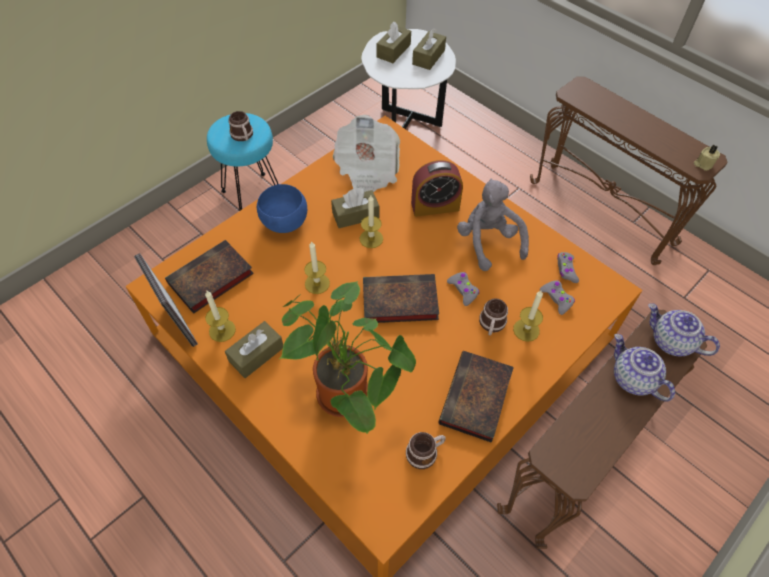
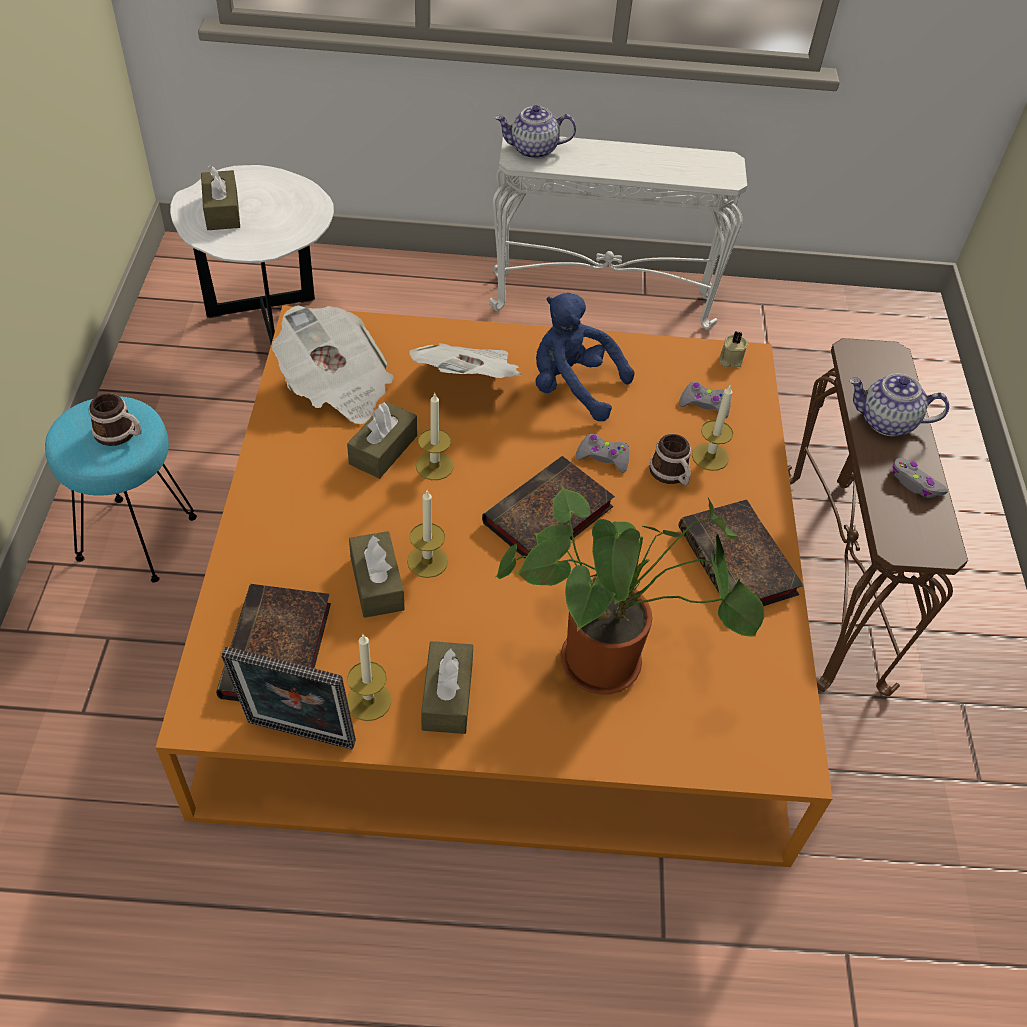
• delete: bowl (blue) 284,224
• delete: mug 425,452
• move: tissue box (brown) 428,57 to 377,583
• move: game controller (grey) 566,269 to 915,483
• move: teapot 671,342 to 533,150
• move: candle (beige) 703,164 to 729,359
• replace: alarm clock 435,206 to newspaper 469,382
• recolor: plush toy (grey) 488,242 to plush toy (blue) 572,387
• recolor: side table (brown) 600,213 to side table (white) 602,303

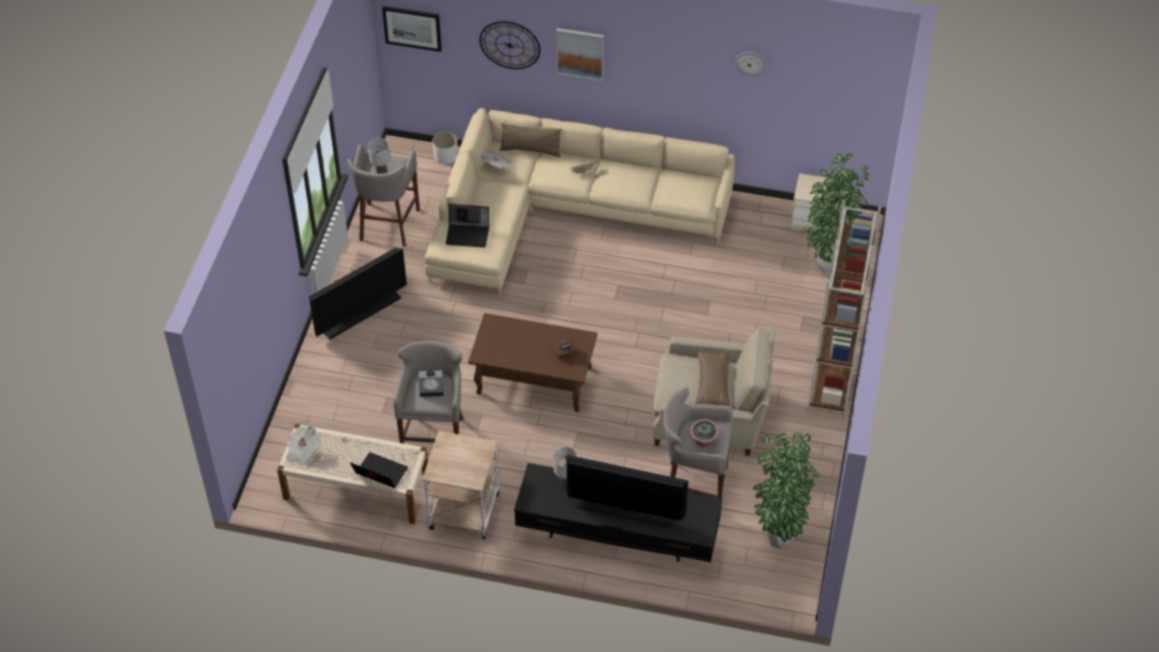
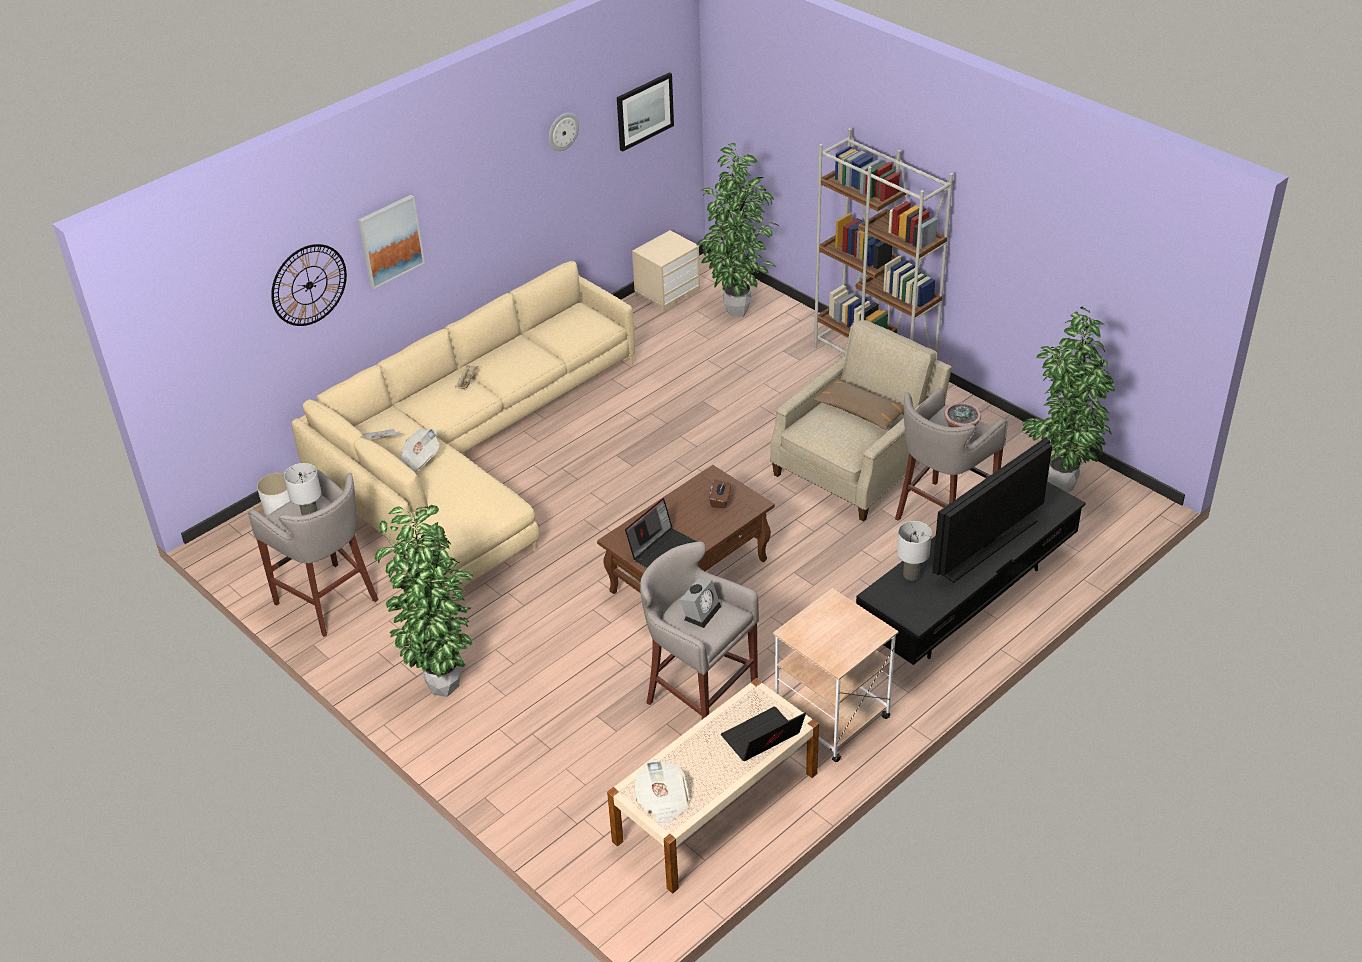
• delete: pillow (brown) 531,150
• insert: newspaper 418,460
• move: picture 412,28 to 644,111
• move: laptop 468,234 to 664,550
• replace: television 361,314 to potted plant 442,684

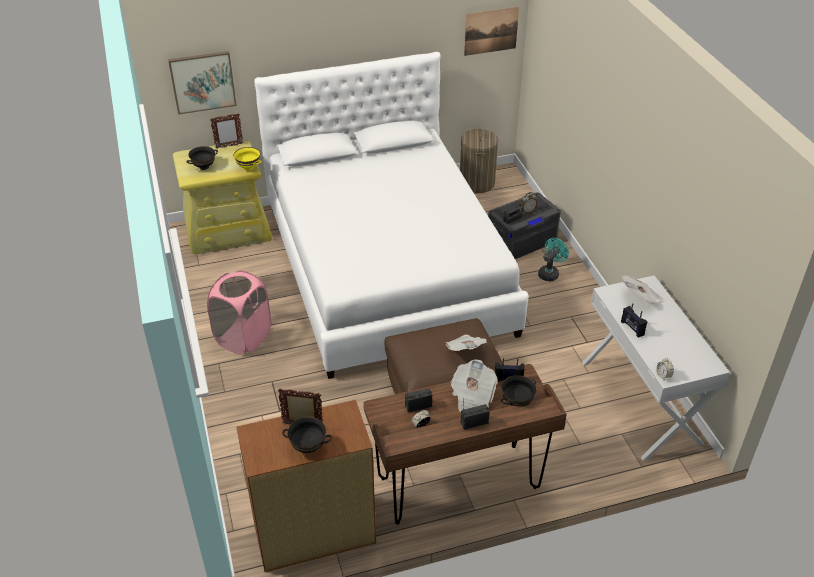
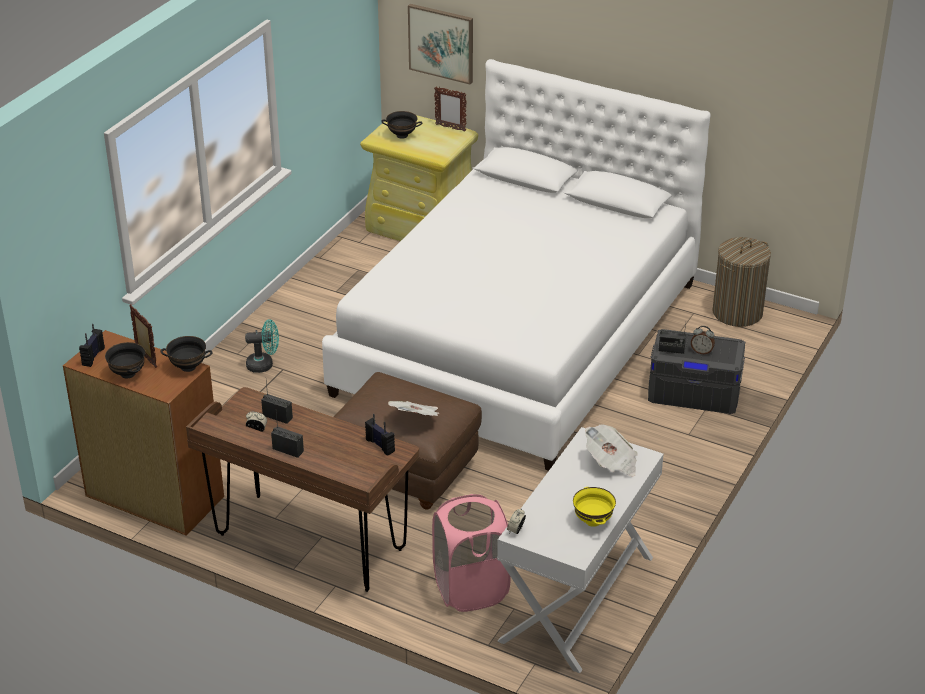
• delete: newspaper 472,396
• delete: picture 491,31
• move: laundry basket (pink) 243,338 to 471,589
• move: bowl (yellow) 249,168 to 593,521
• move: bowl (black) 517,402 to 188,367
• move: fan (turquoise) 550,273 to 264,365
• move: radio 632,328 to 93,356

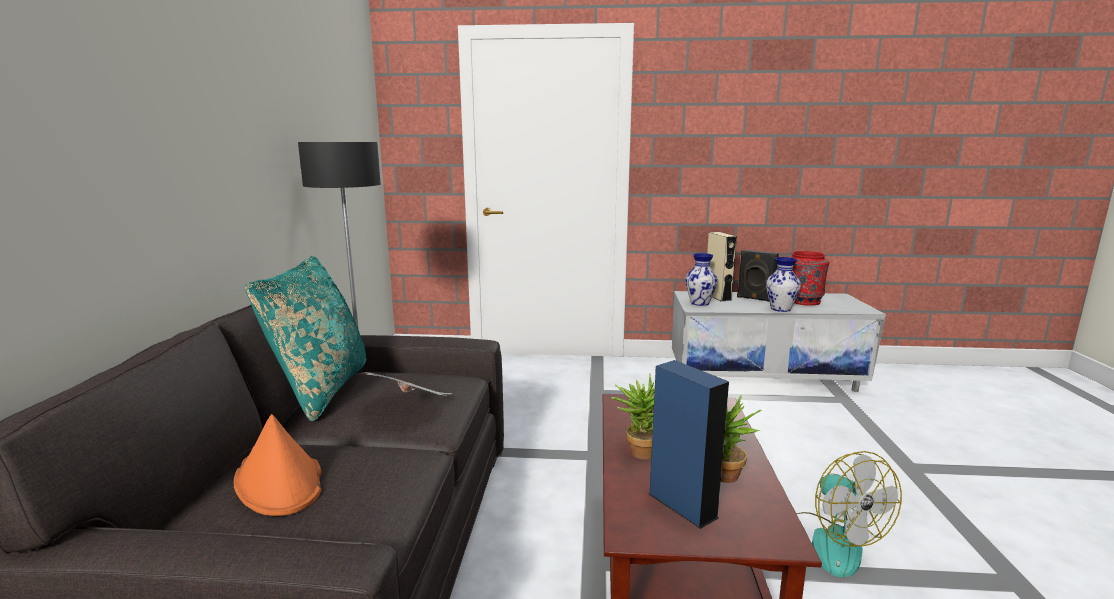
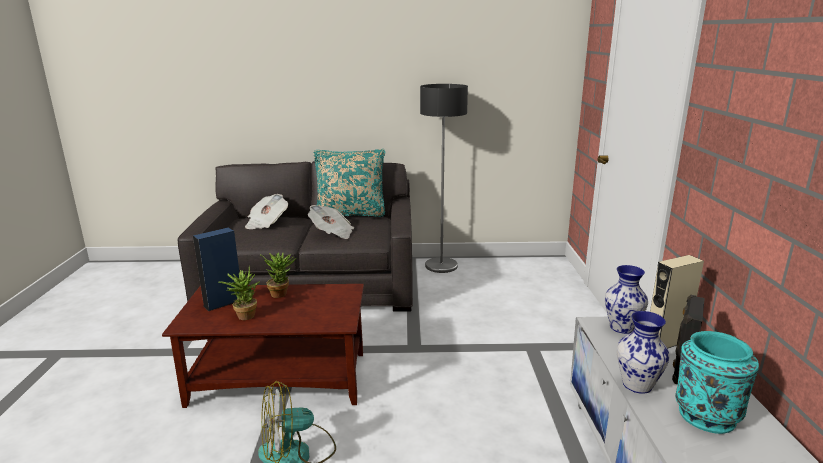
• replace: hat (orange) 279,481 to newspaper 266,223
• recolor: vase (red) 803,301 to vase (turquoise) 705,415

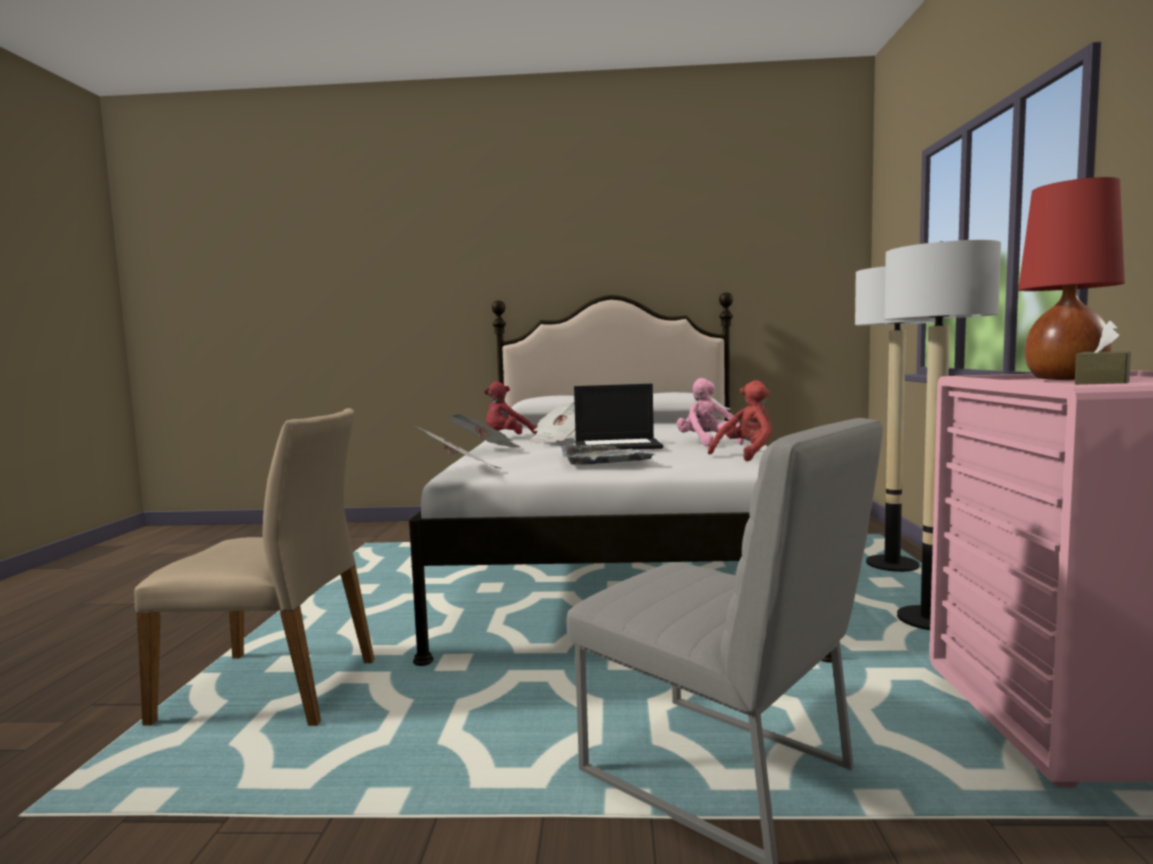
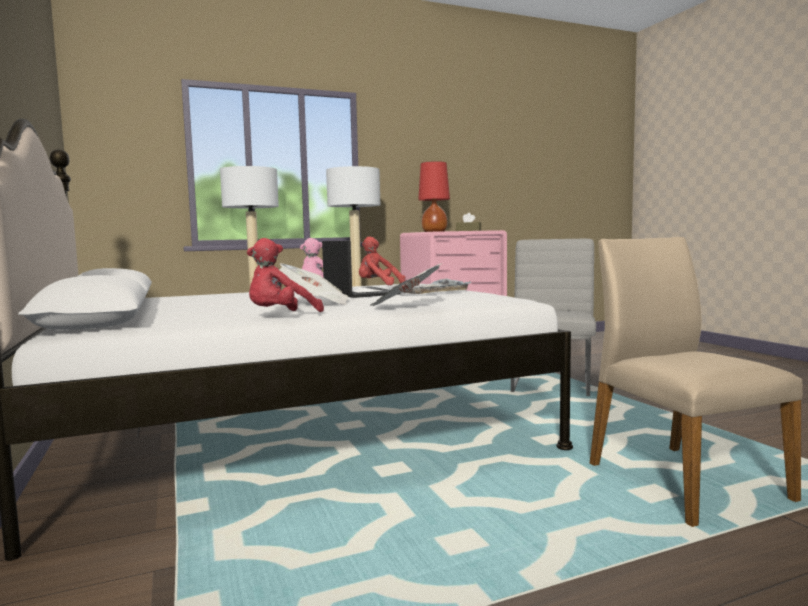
• delete: newspaper 458,470
• rotate: plush toy (red) 508,438 = 280,316 105 degrees clockwise

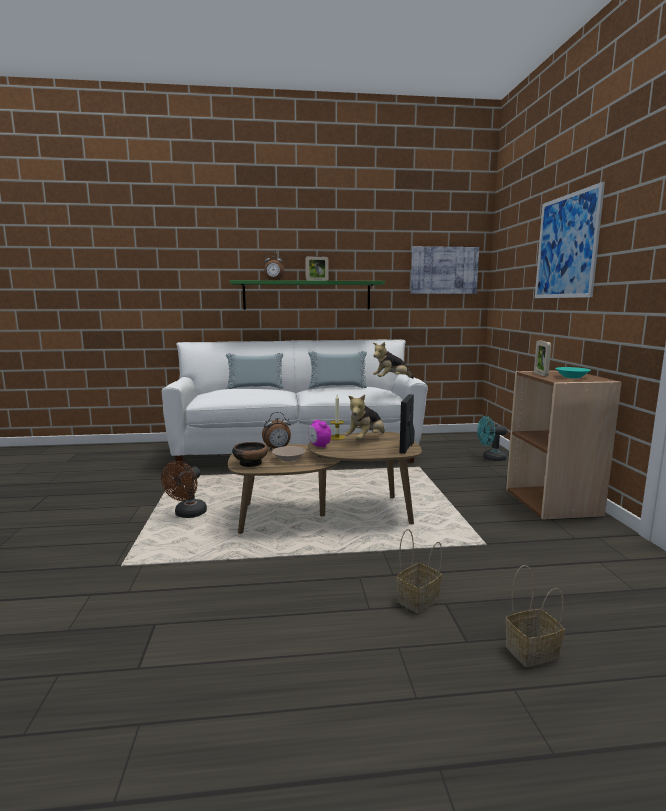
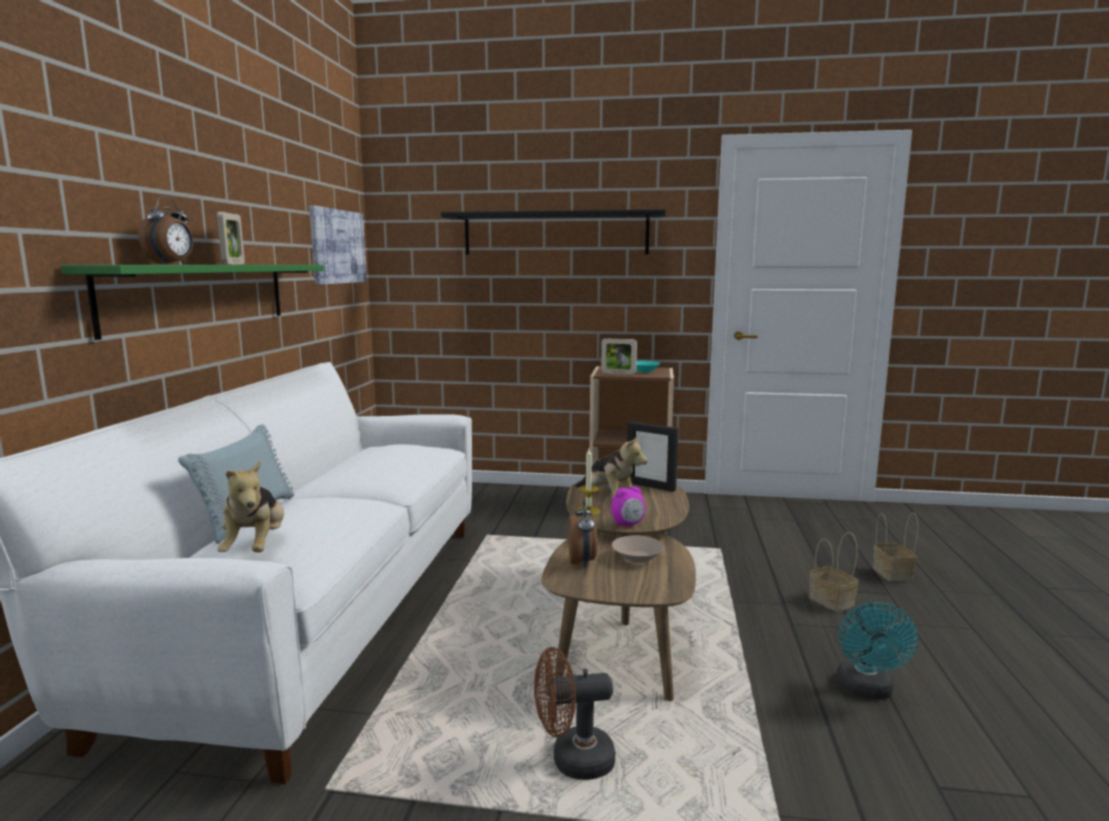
• delete: bowl 250,463
• delete: pillow (blue) 337,387
• move: plush toy 391,380 to 256,547
• move: fan (turquoise) 490,458 to 867,691
• replace: picture 566,247 to shelf (black) 555,234
• rotate: fan (brown) 187,514 = 573,760 135 degrees clockwise

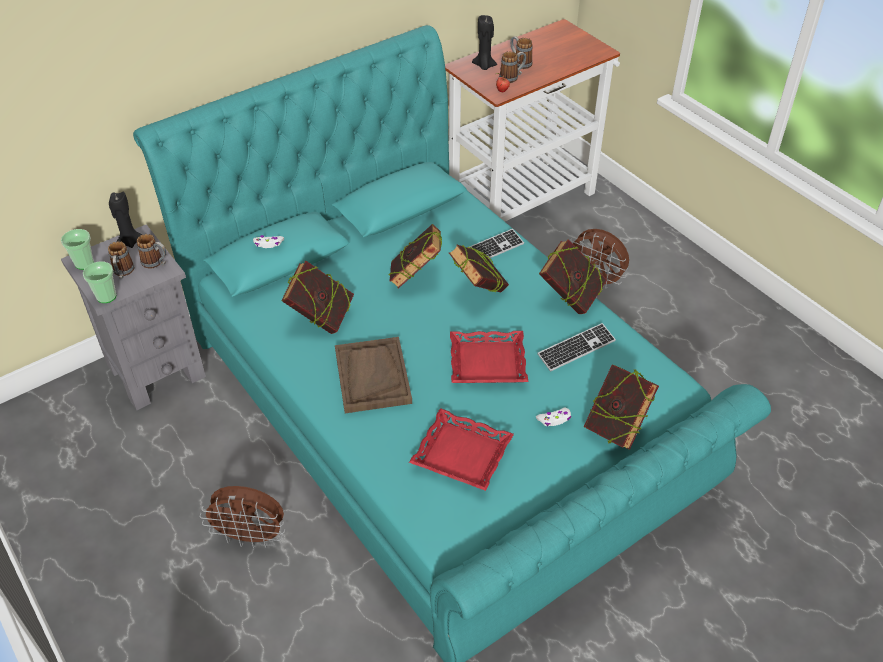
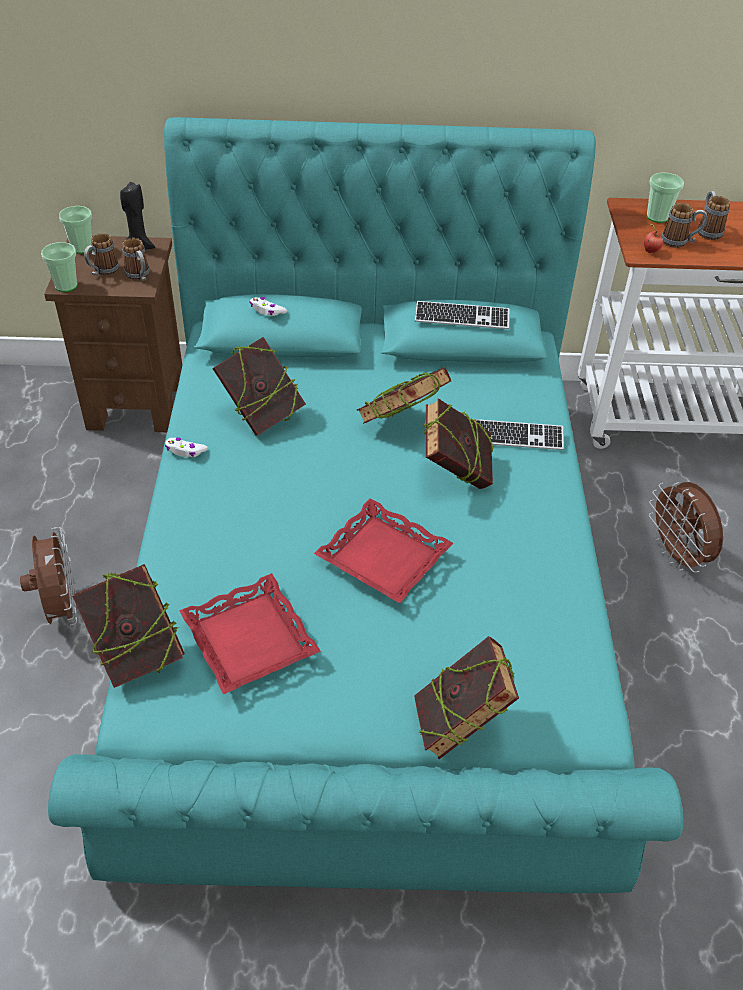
• delete: tray (brown) 372,376
• move: game controller (white) 554,419 to 185,451
• move: keyboard 576,348 to 461,317
• move: book 570,298 to 136,654
• replace: candle (black) 484,66 to cup 657,217
• recolor: nightstand (grey) 157,371 to nightstand (brown) 137,404
• rotate: fan (brown) 251,537 = 61,608 150 degrees counterclockwise

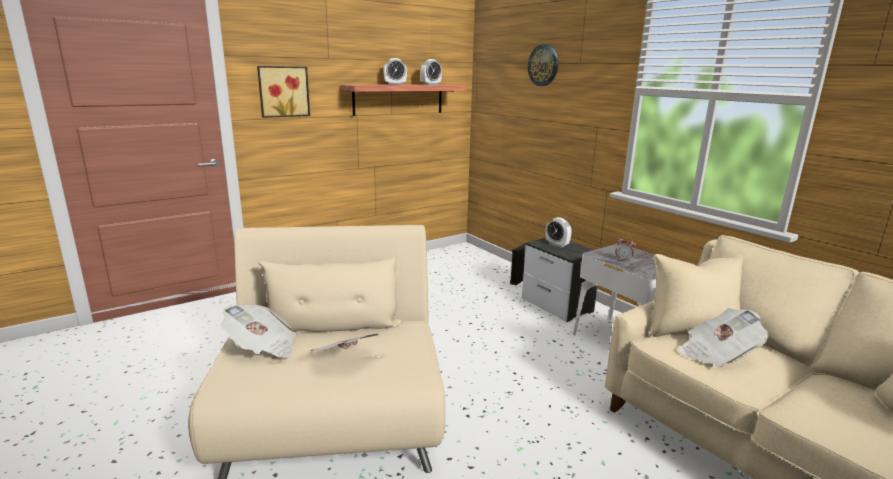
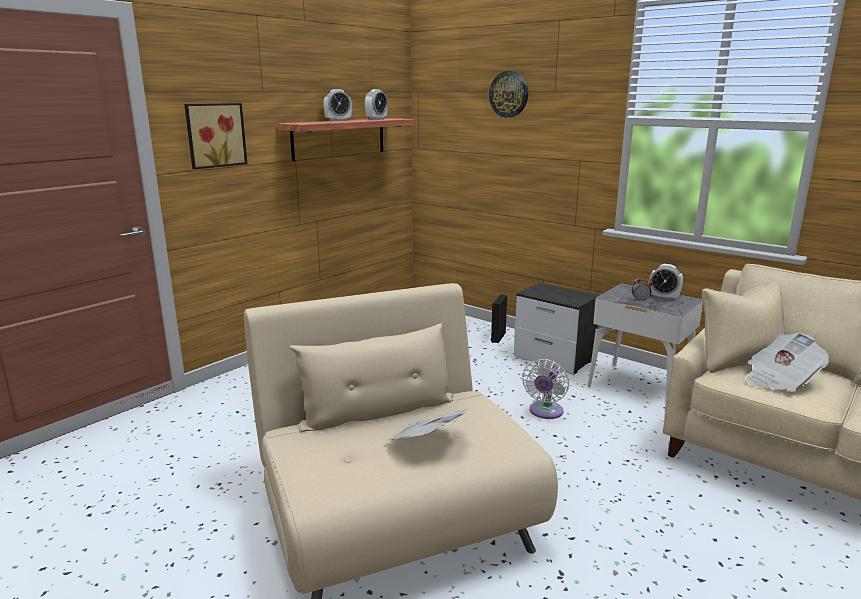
• delete: newspaper 263,347
• insert: fan (white) 545,412
• move: alarm clock 557,244 to 663,298

